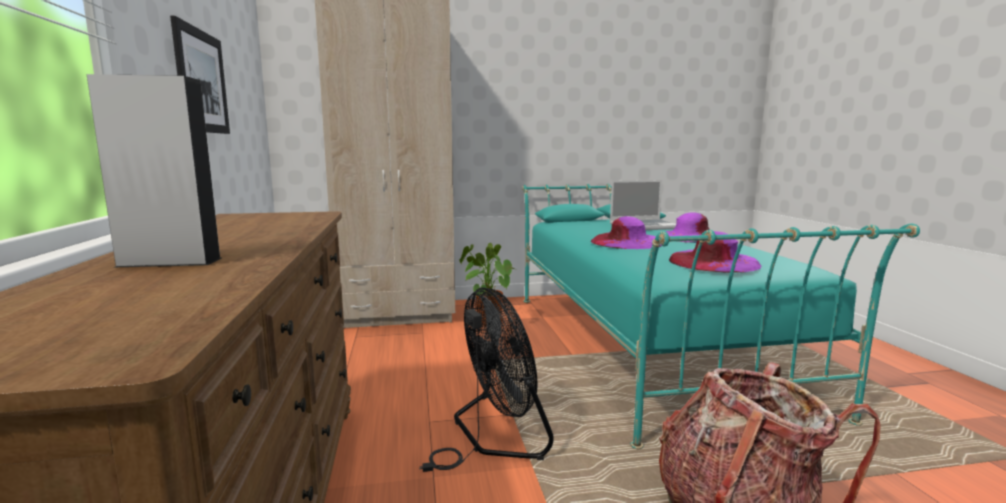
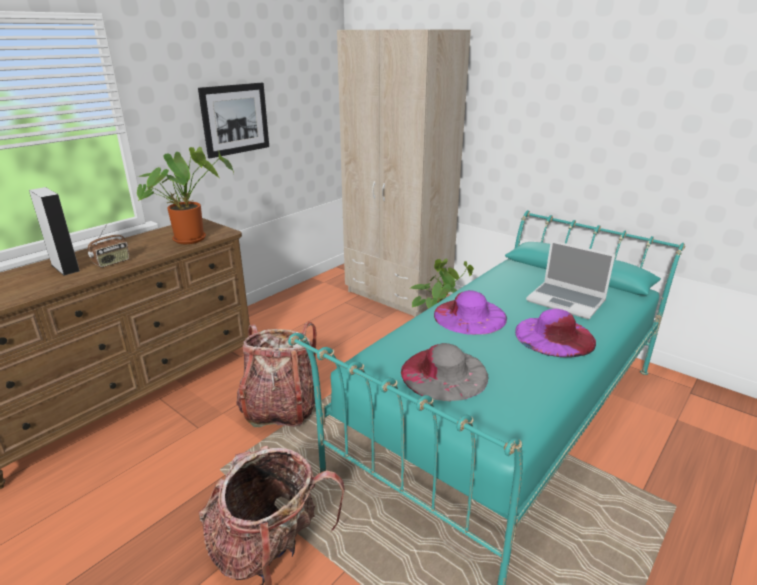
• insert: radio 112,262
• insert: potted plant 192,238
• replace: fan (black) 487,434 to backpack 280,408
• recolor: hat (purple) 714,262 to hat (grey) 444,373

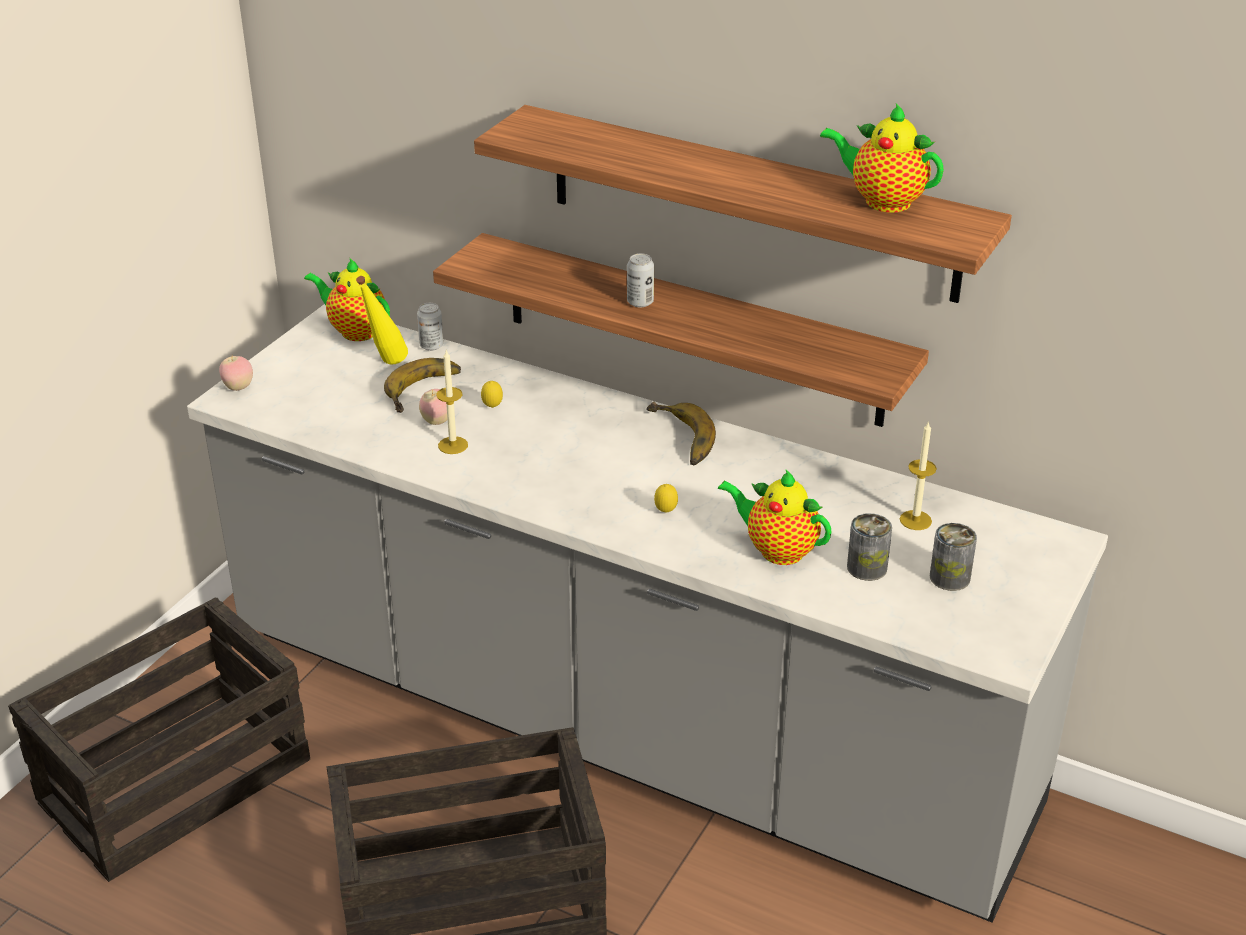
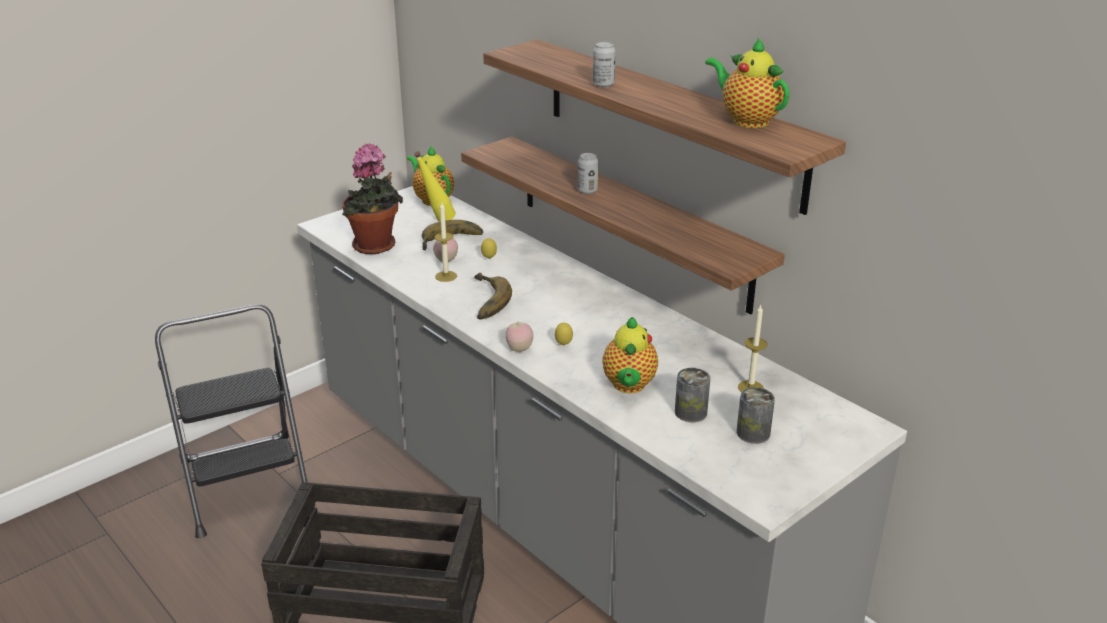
• insert: potted plant 376,247
• move: apple 238,387 to 519,349
• move: can 431,346 to 603,84
• move: banana 677,439 to 483,301
• replace: crate 177,780 to step ladder (black) 245,479
• rotate: teapot 777,550 = 629,386 135 degrees counterclockwise

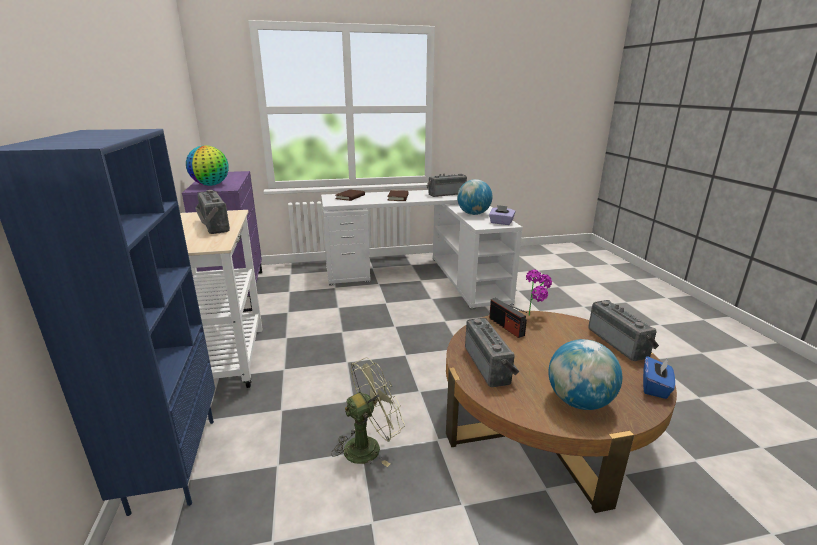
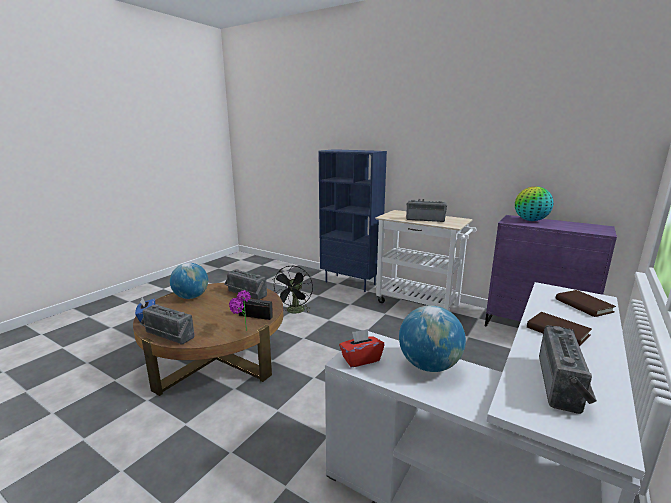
• recolor: fan (green) 369,446 to fan (black) 295,312
• recolor: tissue box (purple) 501,223 to tissue box (red) 361,359

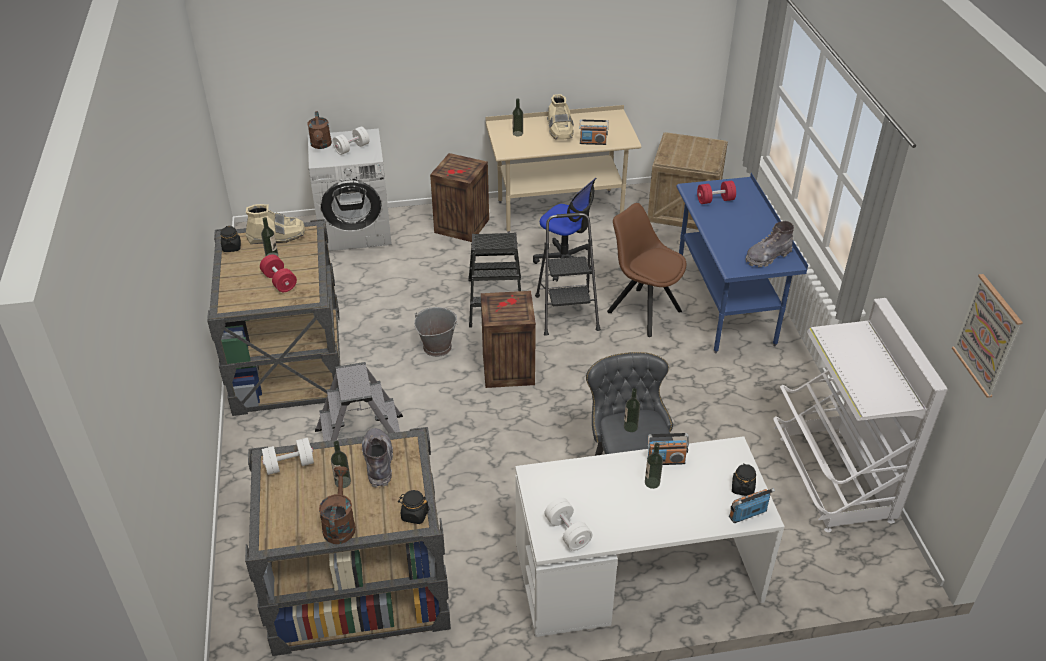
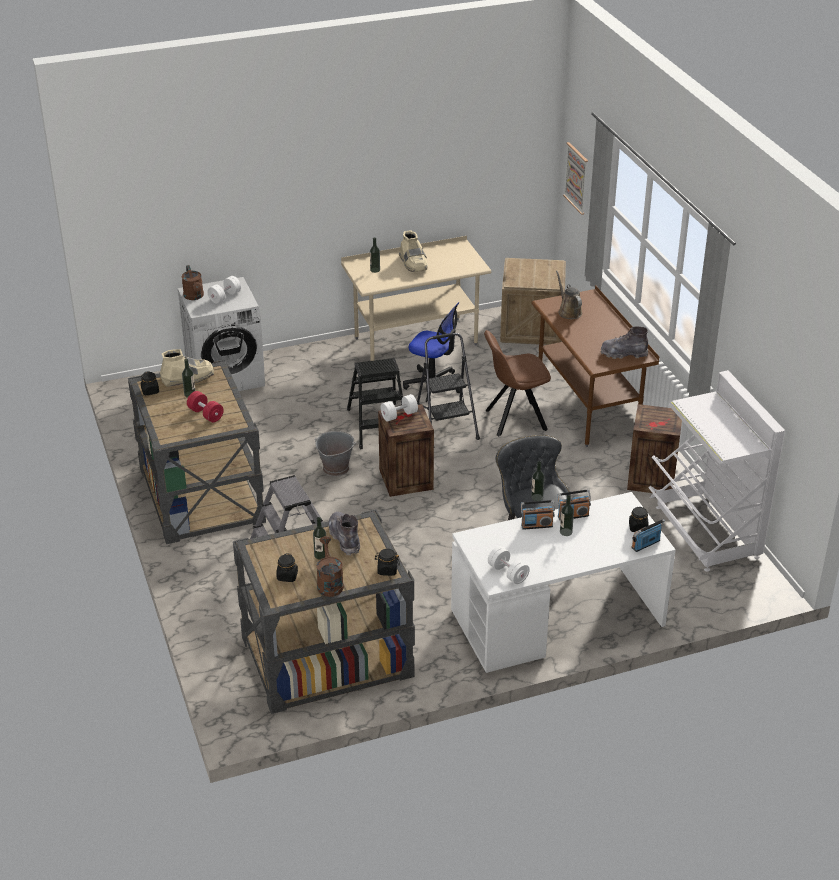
• insert: jar (black) 287,576
• move: dumbbell (white) 289,465 to 399,415
• move: crate 462,226 to 652,480
• move: radio 593,142 to 536,525
• move: picture 987,335 to 576,178
• replace: dumbbell (red) 715,200 to watering can (brown) 568,311
• recolor: desk (blue) 725,307 to desk (brown) 587,408
• rotate: chair (brown) 643,311 = 515,420 45 degrees counterclockwise
• rotate: boot (grey) 767,257 = 623,354 45 degrees clockwise

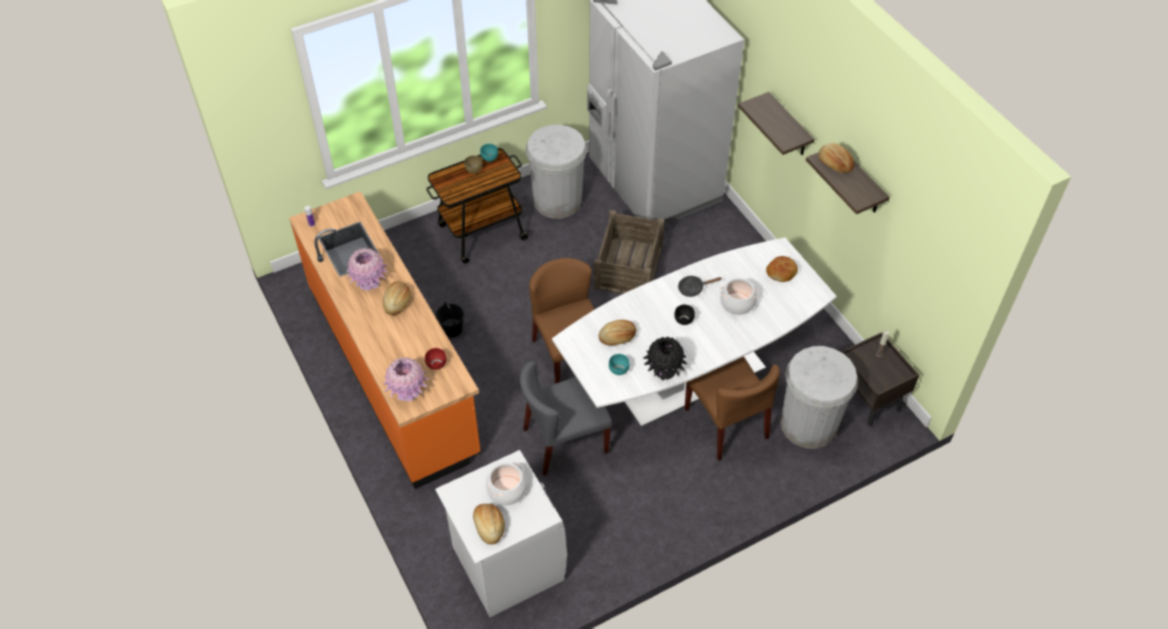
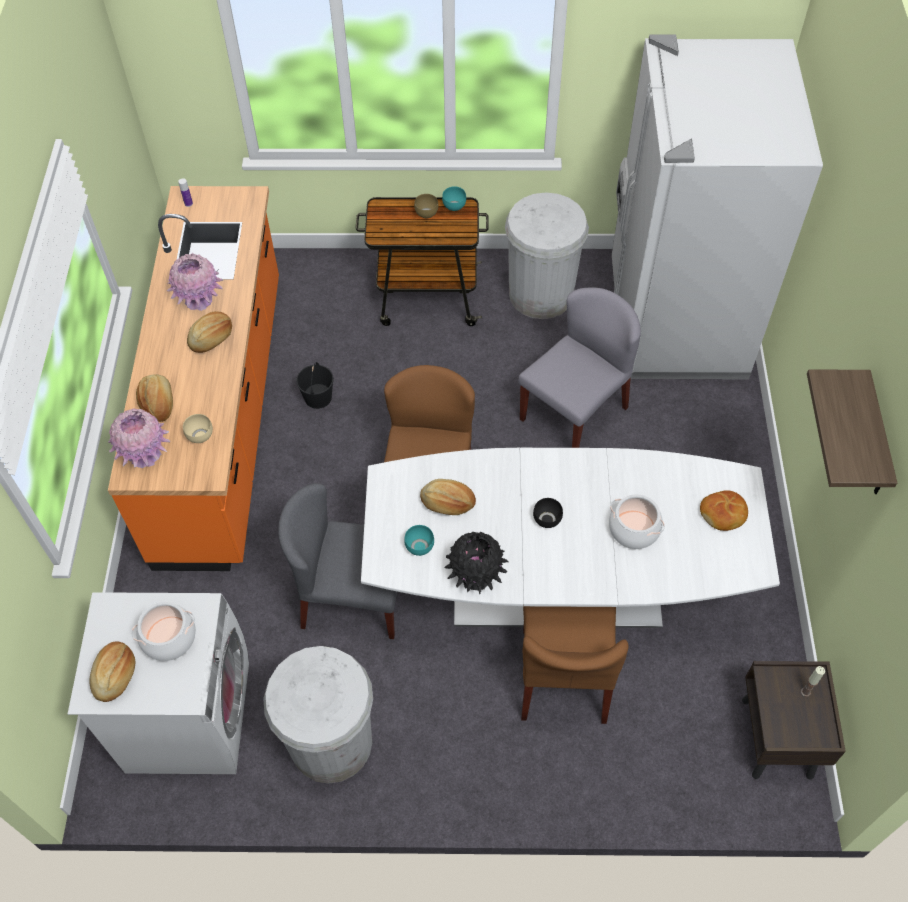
• delete: frying pan (black) 693,288
• delete: shelf 789,126
• move: trash can (white) 808,424 to 331,742
• move: bread 834,164 to 158,403
• replace: crate 629,266 to chair (grey) 574,412
• recolor: bowl (red) 435,364 to bowl (beige) 199,435

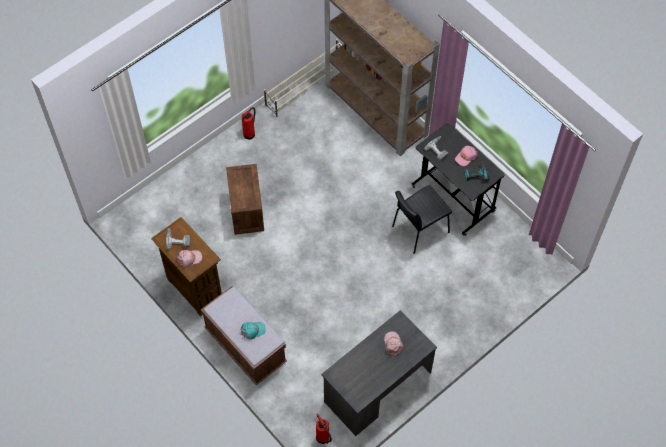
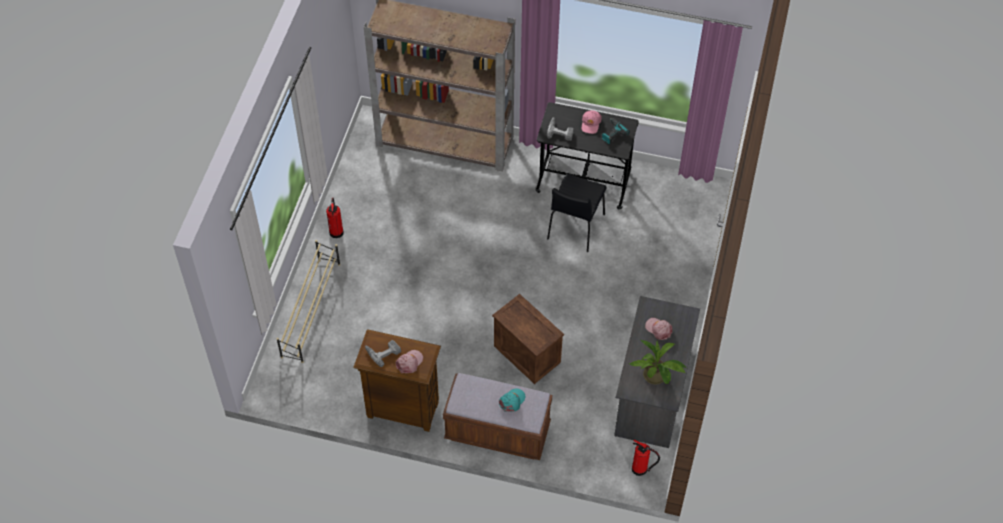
• insert: potted plant 656,377
• move: crate 247,212 to 528,354
• move: shoe rack (beige) 307,86 to 311,309

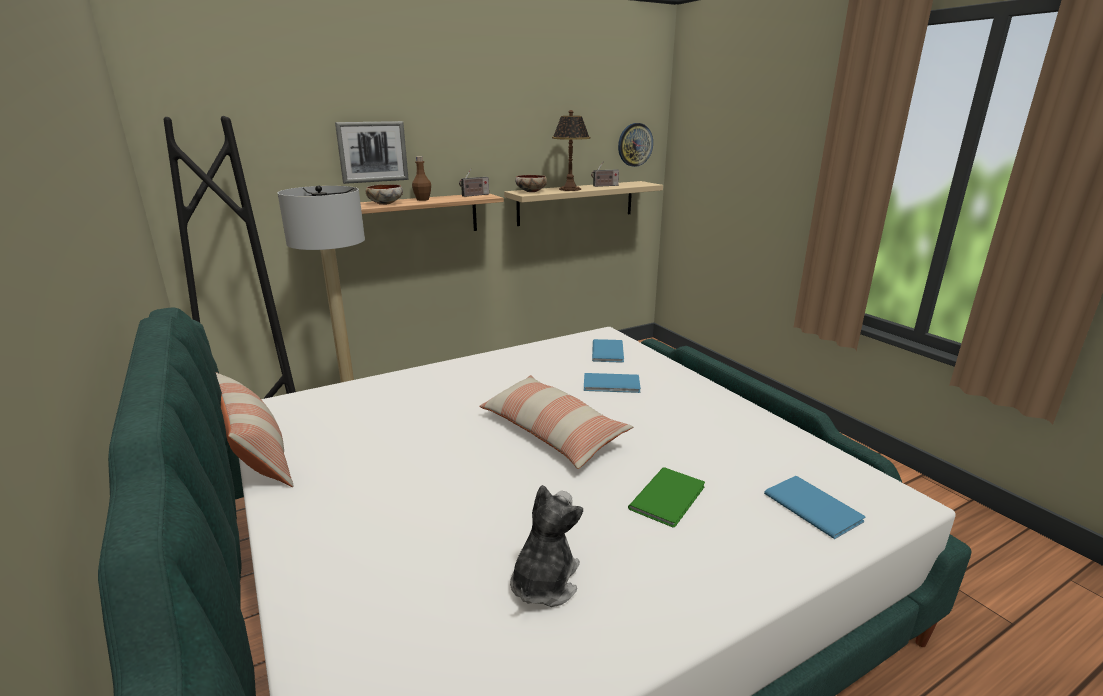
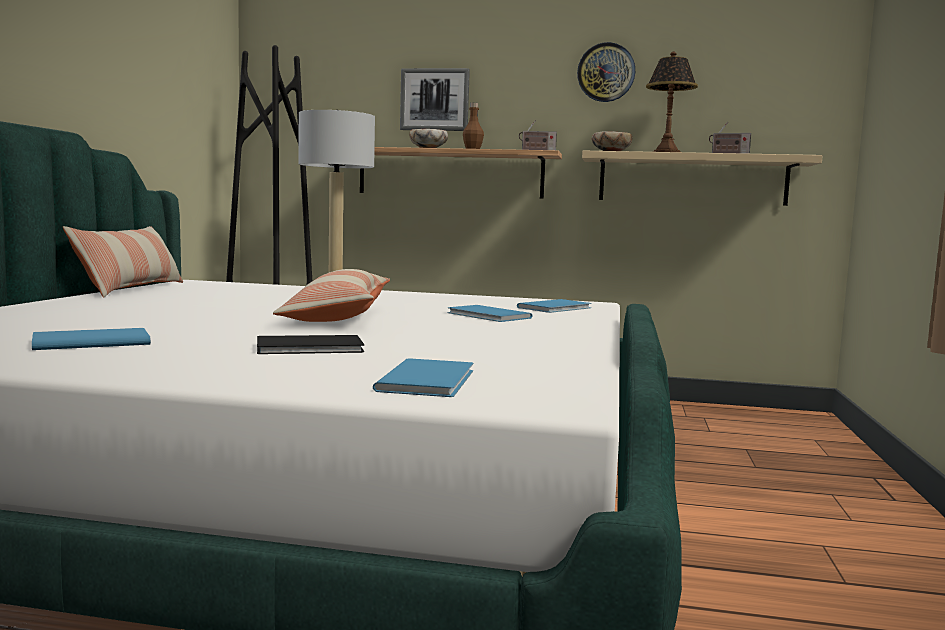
• move: wall clock 635,144 to 606,72
• replace: plush toy 544,582 to book (blue) 88,341
• recolor: book (green) 670,497 to book (black) 312,348

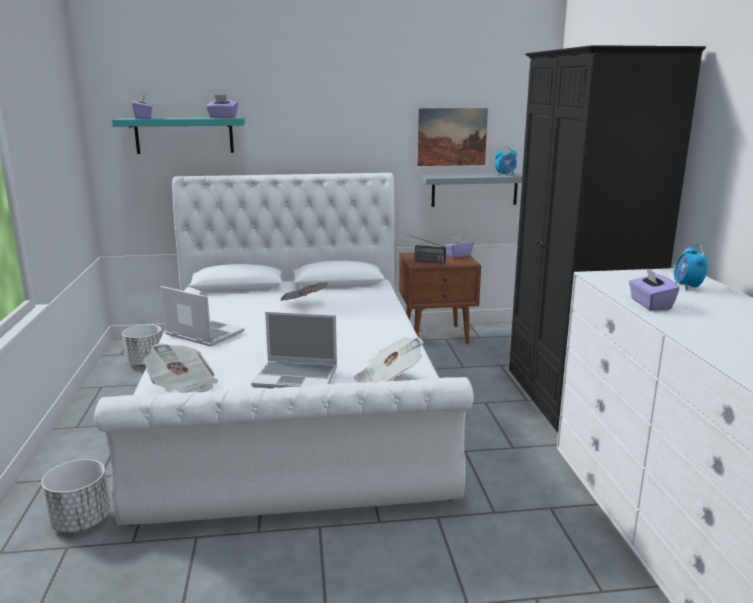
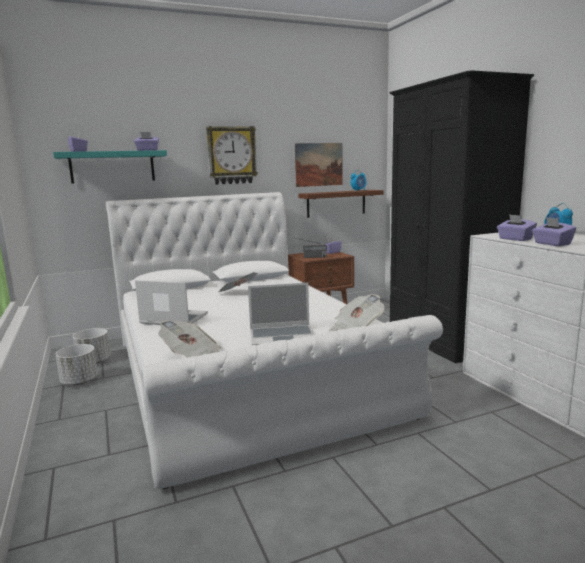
• insert: wall clock 231,155
• insert: tissue box (purple) 515,239
• move: planter (white) 81,521 to 80,381
• recolor: shelf (grey) 474,189 to shelf (brown) 336,203

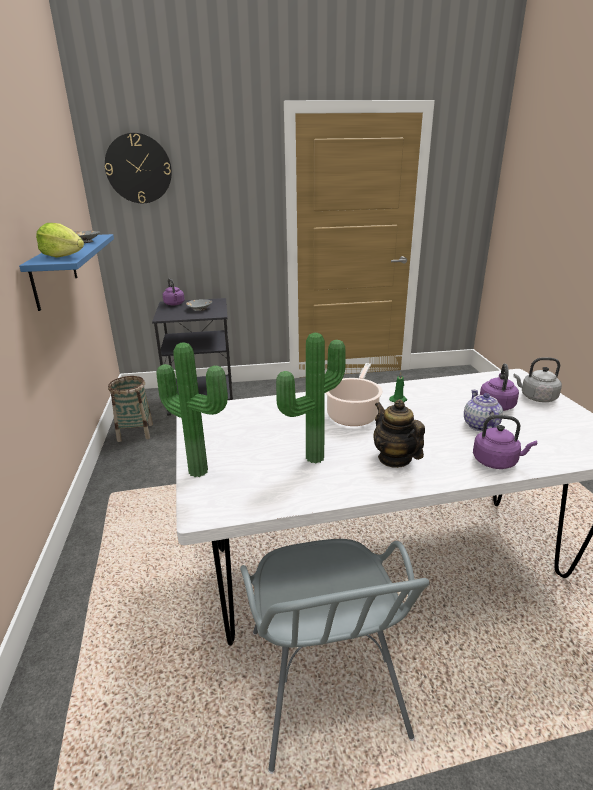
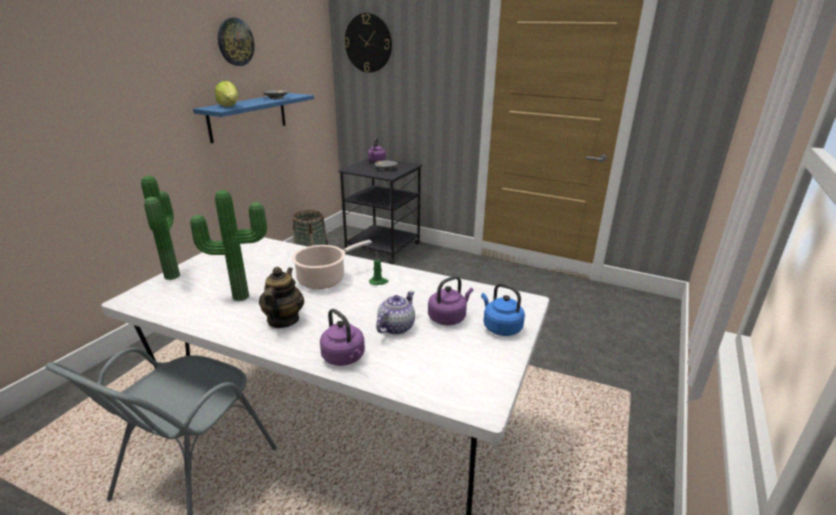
• insert: wall clock 235,42
• recolor: kettle (grey) 536,397 to kettle (blue) 500,327

